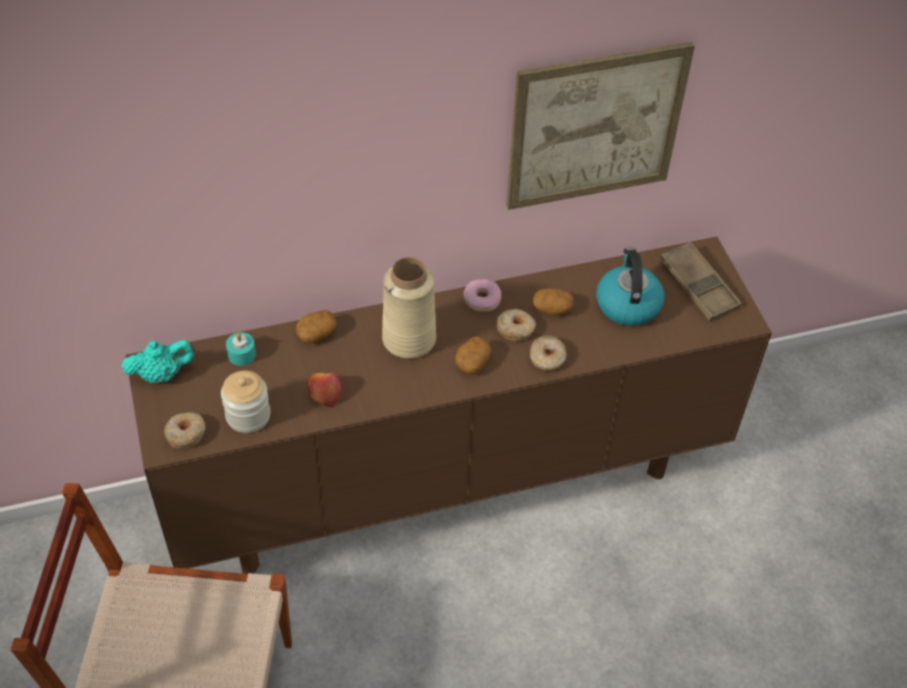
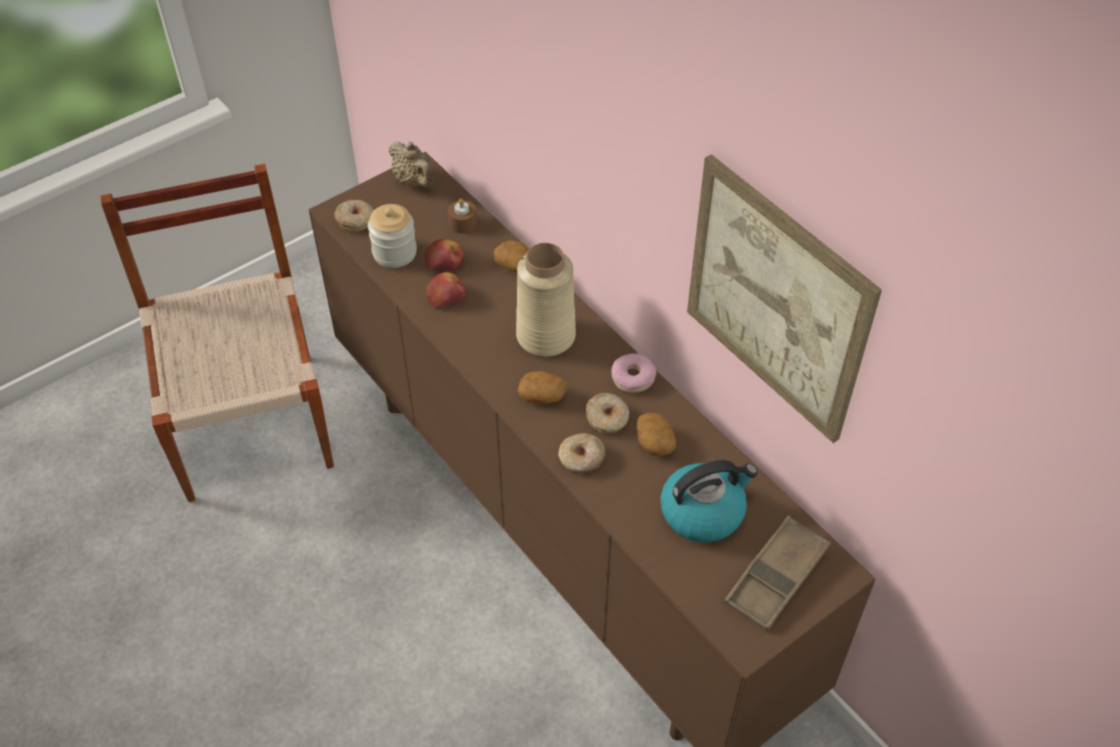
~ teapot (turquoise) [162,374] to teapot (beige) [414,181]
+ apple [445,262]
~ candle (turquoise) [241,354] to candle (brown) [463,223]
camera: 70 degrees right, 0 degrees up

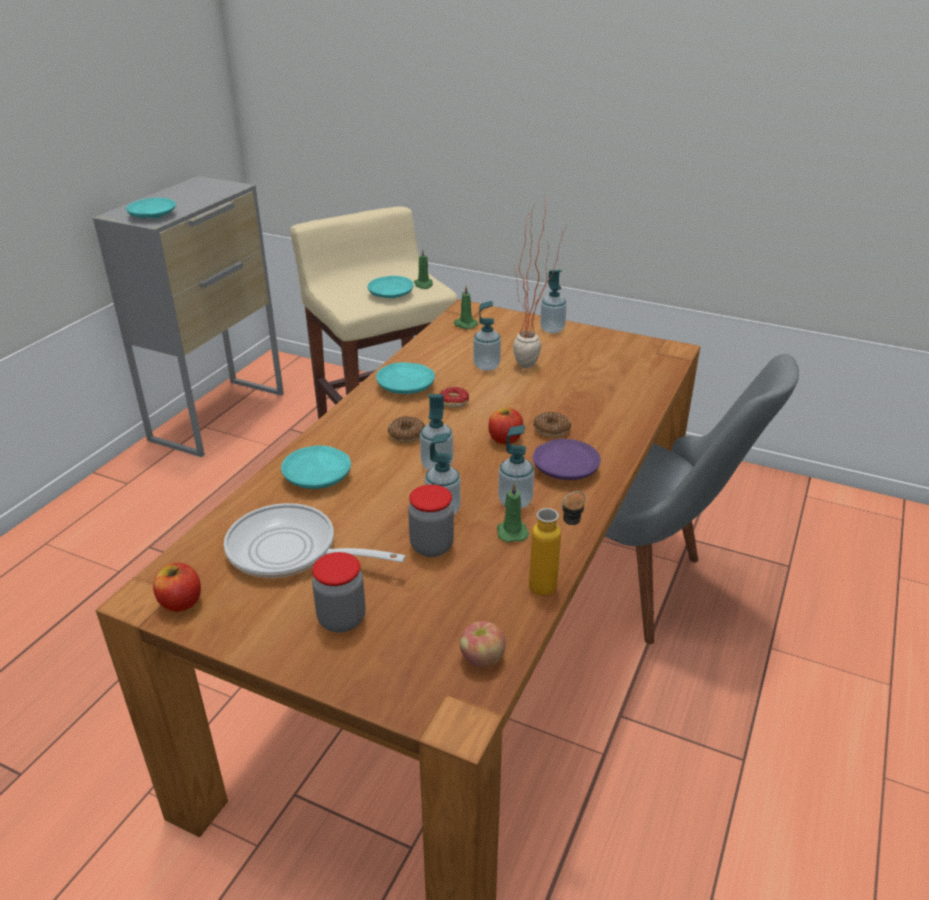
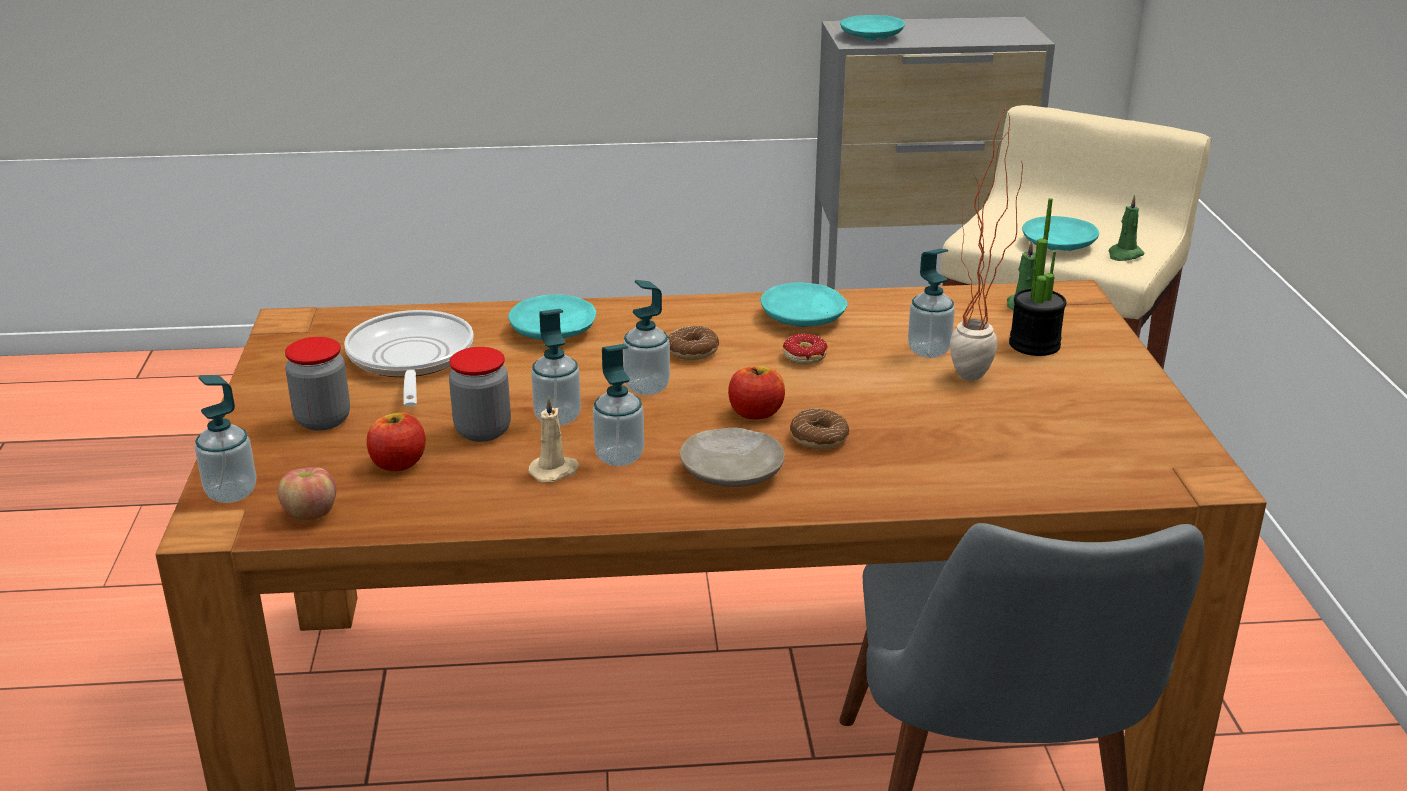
~ soap dispenser [552,329] to [231,493]
~ apple [181,602] to [398,463]
~ candle (green) [511,531] to candle (beige) [555,471]
~ plate (purple) [565,468] to plate (beige) [733,472]
+ potted plant [1034,345]
- bottle [553,585]
camera: 60 degrees right, 5 degrees down

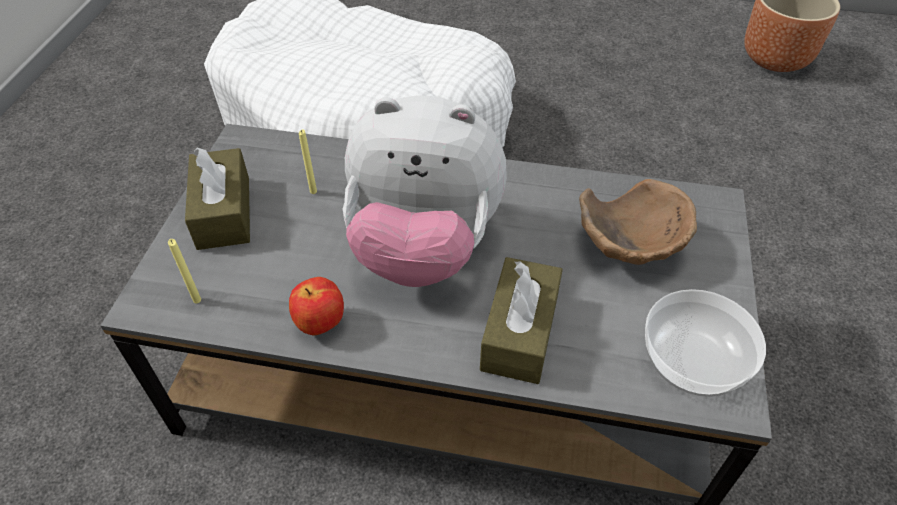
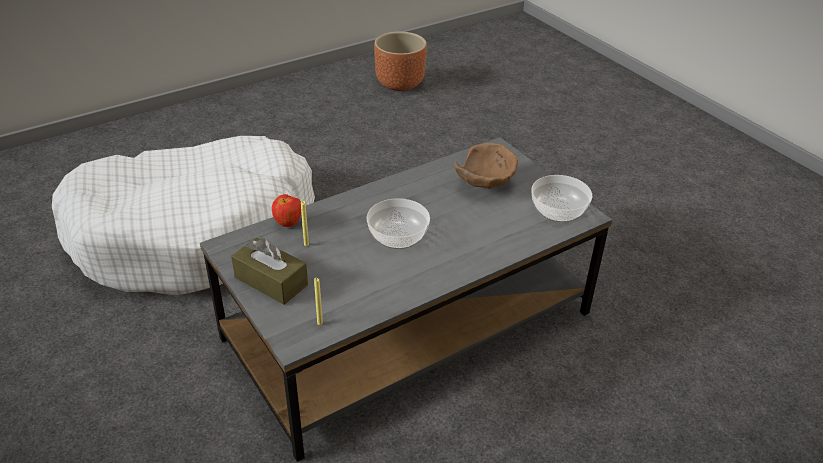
~ apple [321,324] to [288,224]
~ plush toy [423,248] to bowl [398,235]
- tissue box (brown) [520,332]
camera: 45 degrees left, 10 degrees down

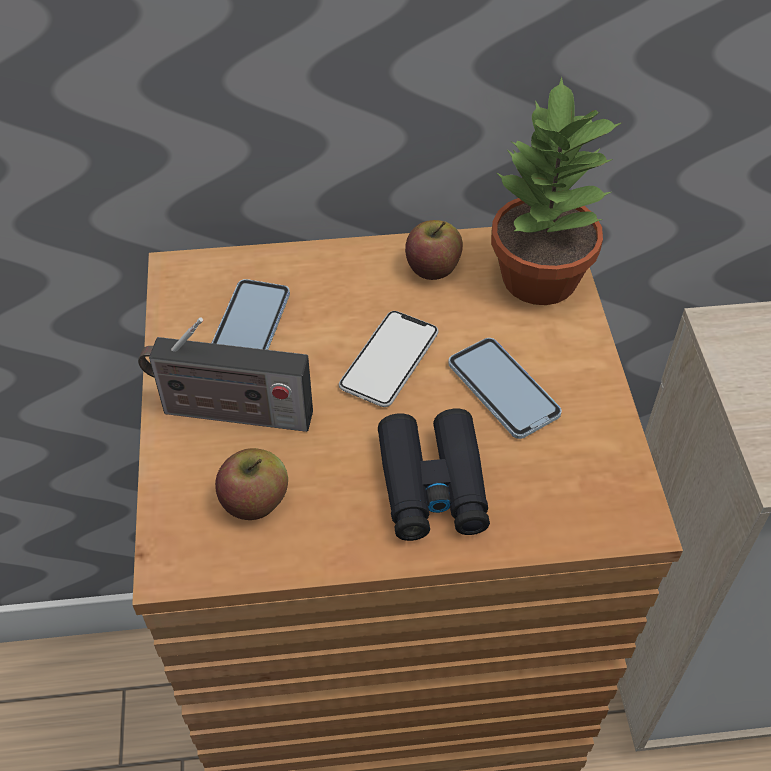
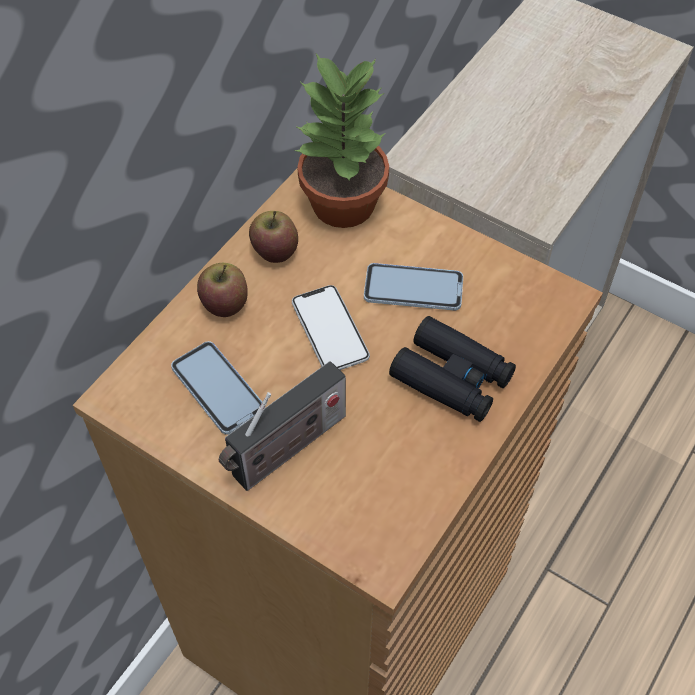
~ apple [255,500] to [225,303]
camera: 50 degrees left, 5 degrees up

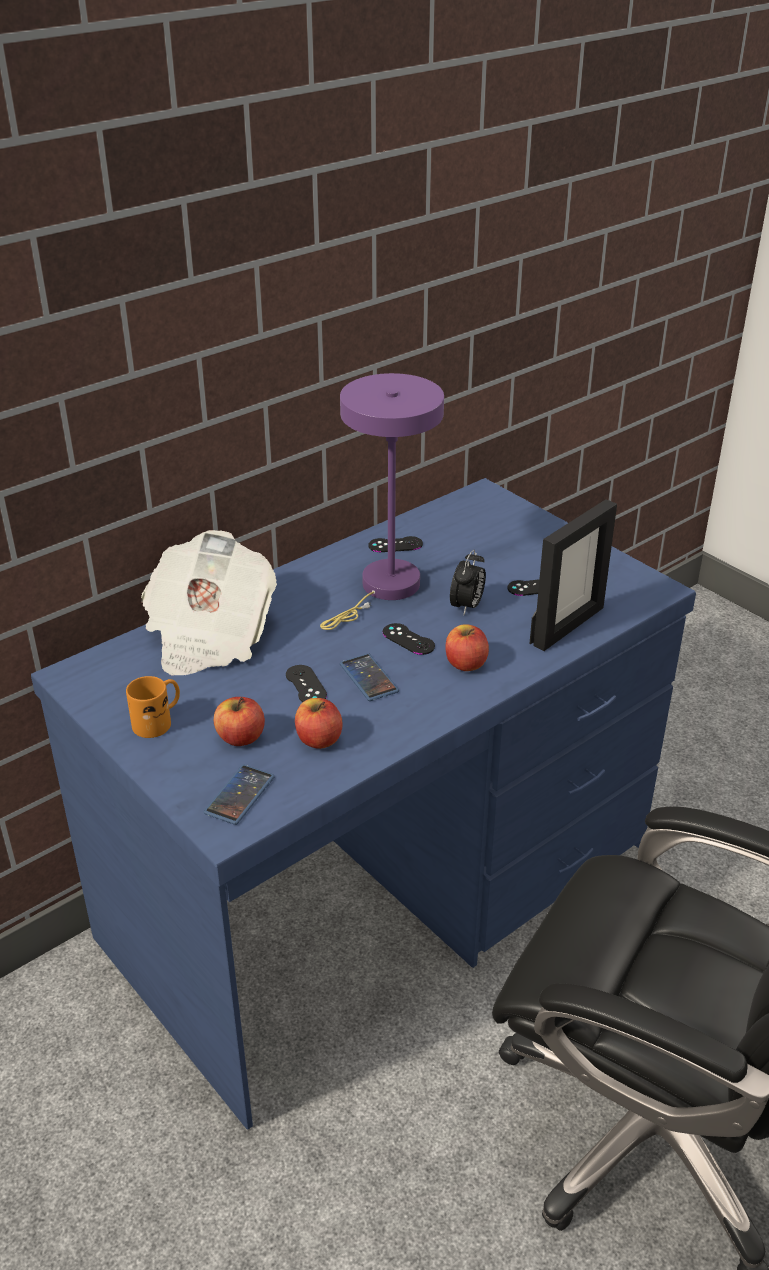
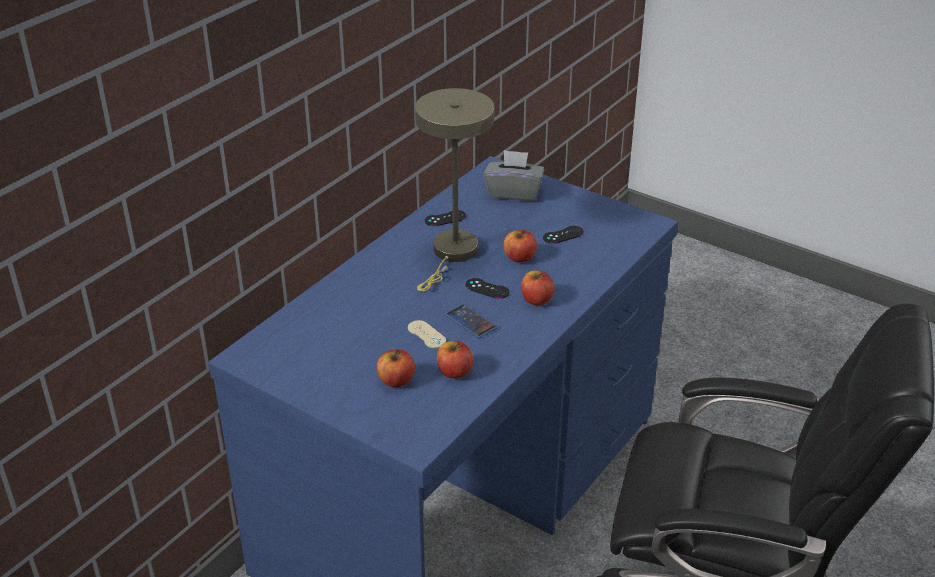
~ game controller (black) [306,685] to game controller (beige) [426,334]
~ table lamp (purple) [384,589] to table lamp (beige) [452,254]
+ tissue box (grey) [513,192]
~ alarm clock [467,606] to apple [519,257]
- mug (orange) [158,721]
- newspaper [208,635]
- phone [239,795]
- picture frame [567,625]
camera: 15 degrees left, 0 degrees up

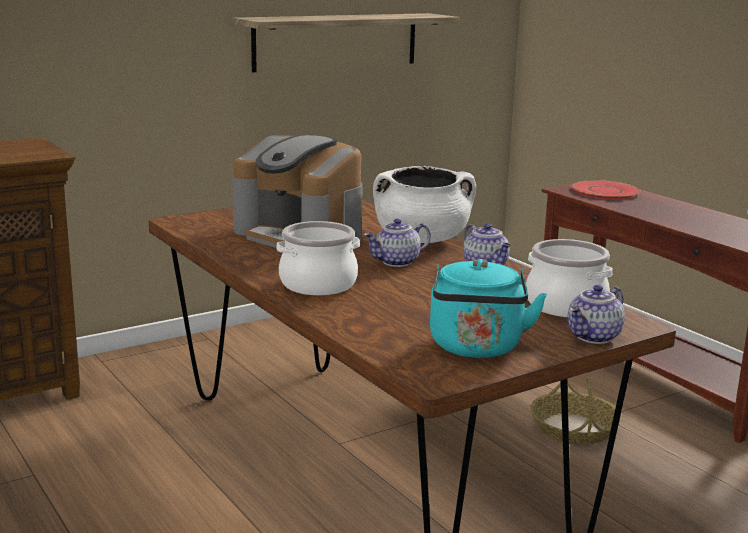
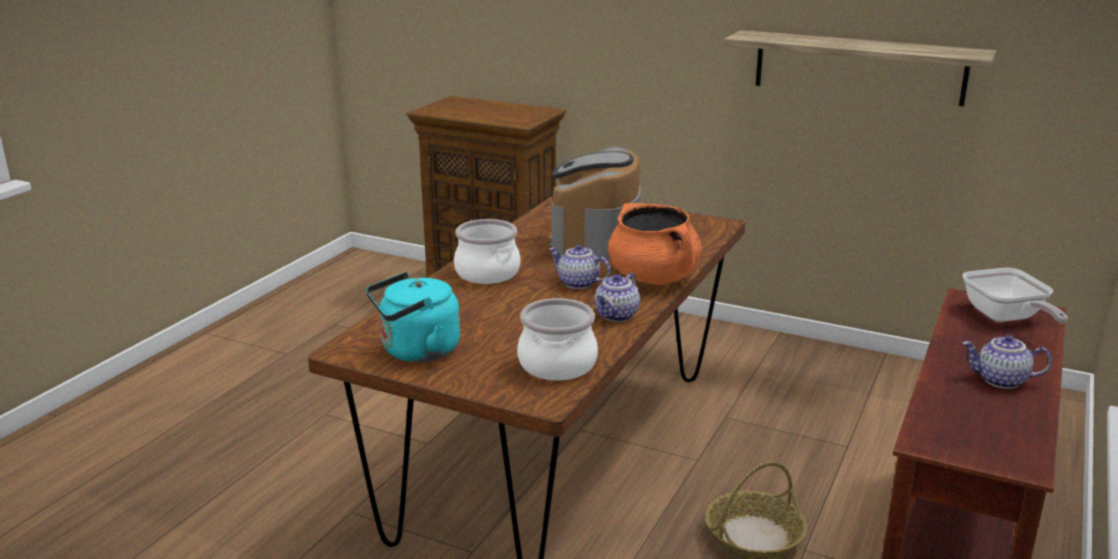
~ cooking pot (white) [422,240] to cooking pot (orange) [653,278]
~ teapot [594,337] to [1001,381]
~ plate (red) [605,191] to frying pan [1006,318]
camera: 60 degrees right, 5 degrees up

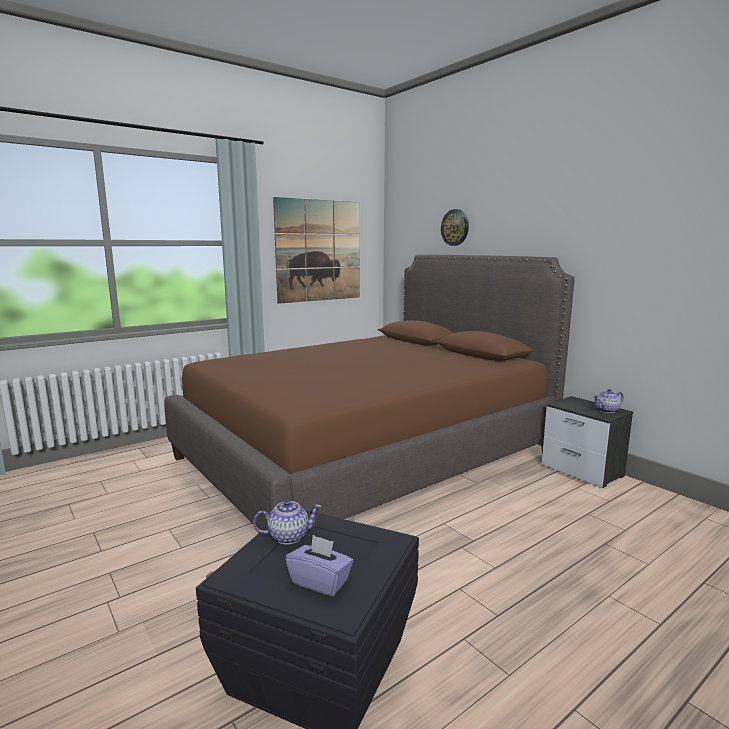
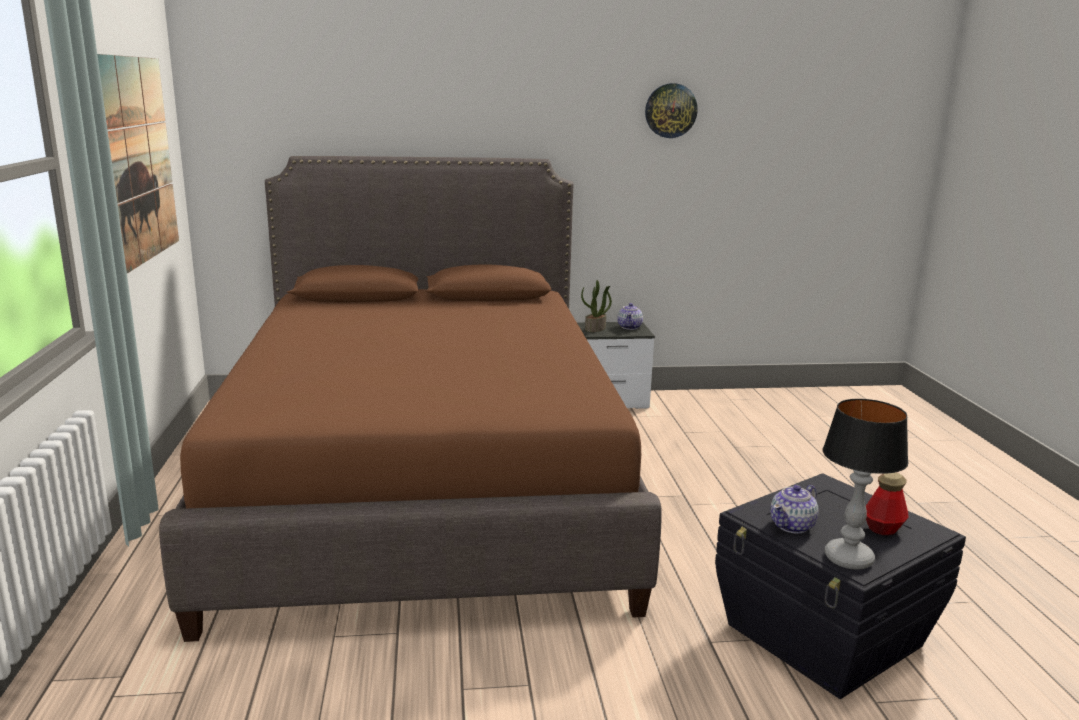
+ potted plant [595,329]
~ wall clock [455,227] to [670,110]
~ teapot [288,536] = [793,526] 150 degrees counterclockwise
+ table lamp [849,558]
~ tissue box (purple) [320,582] to bottle [883,528]
camera: 60 degrees left, 5 degrees up

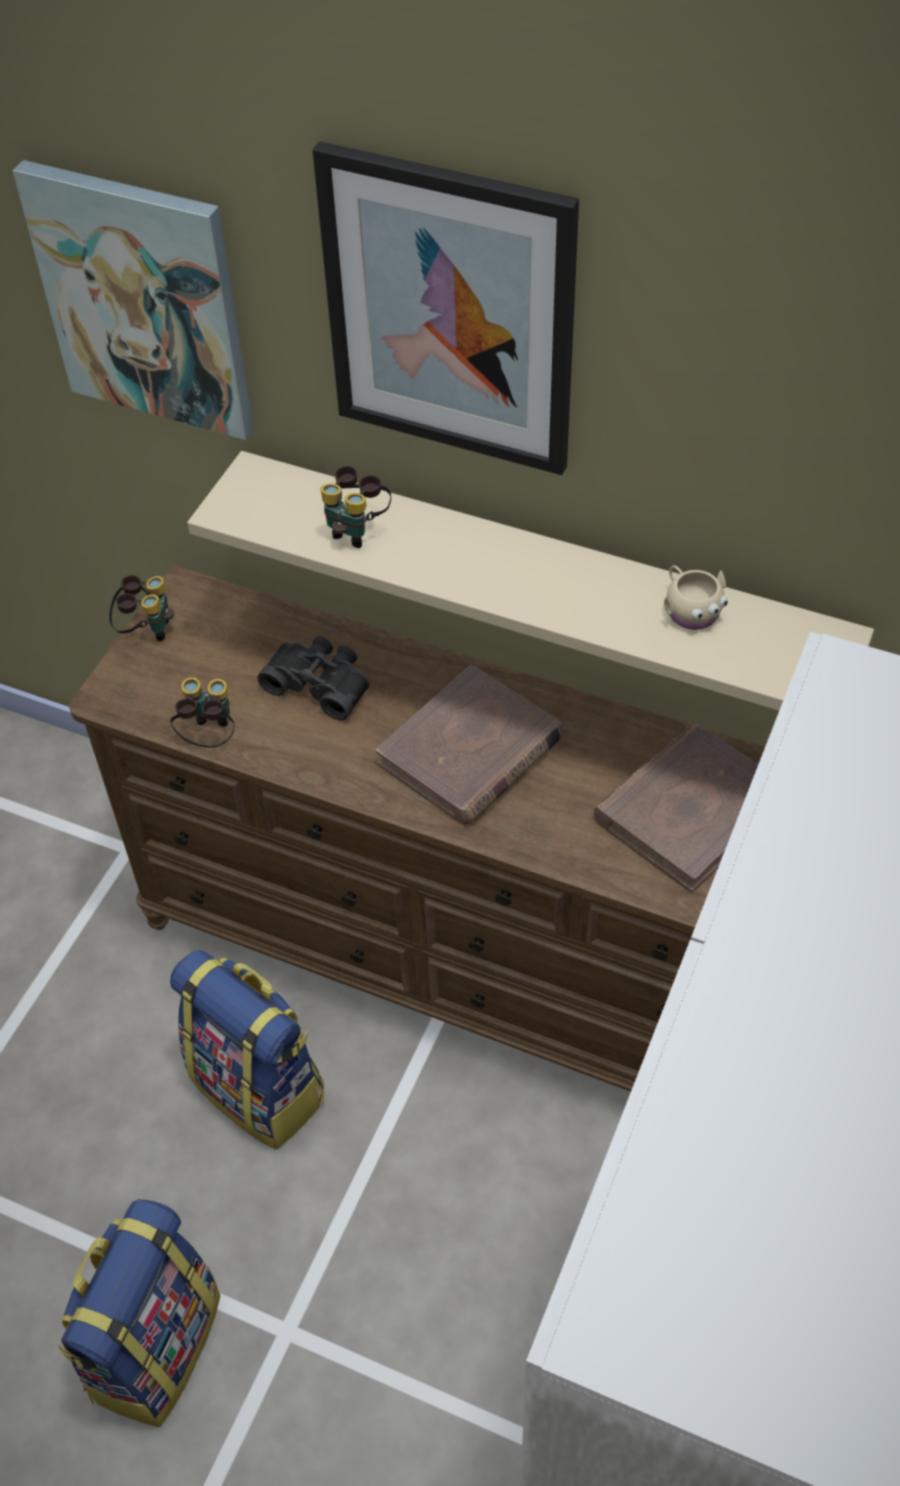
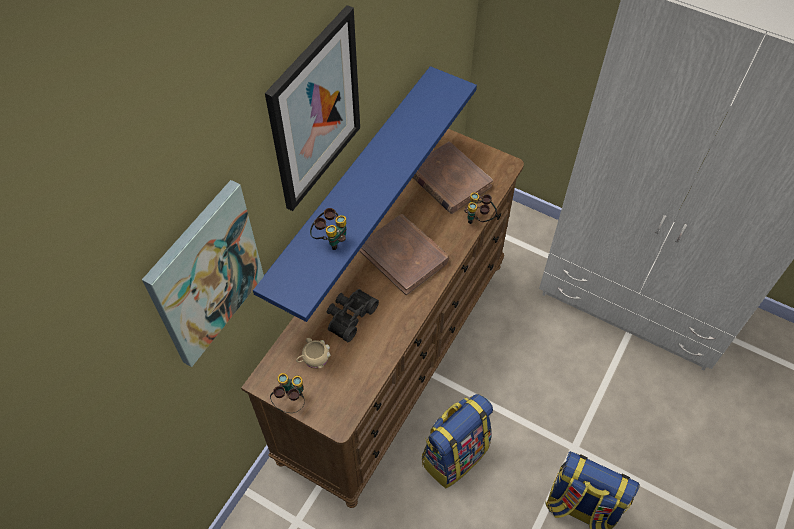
~ shelf (beige) [538,577] to shelf (blue) [351,185]
~ mug (beige) [690,609] to [314,359]
~ binoculars [209,737] to [479,219]
camera: 85 degrees left, 5 degrees up

